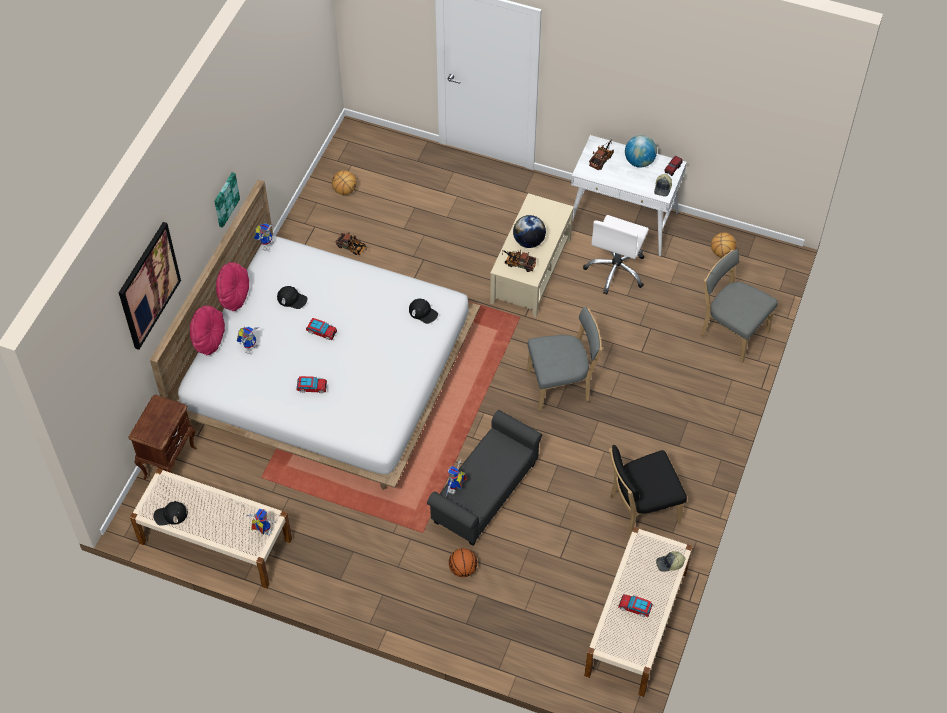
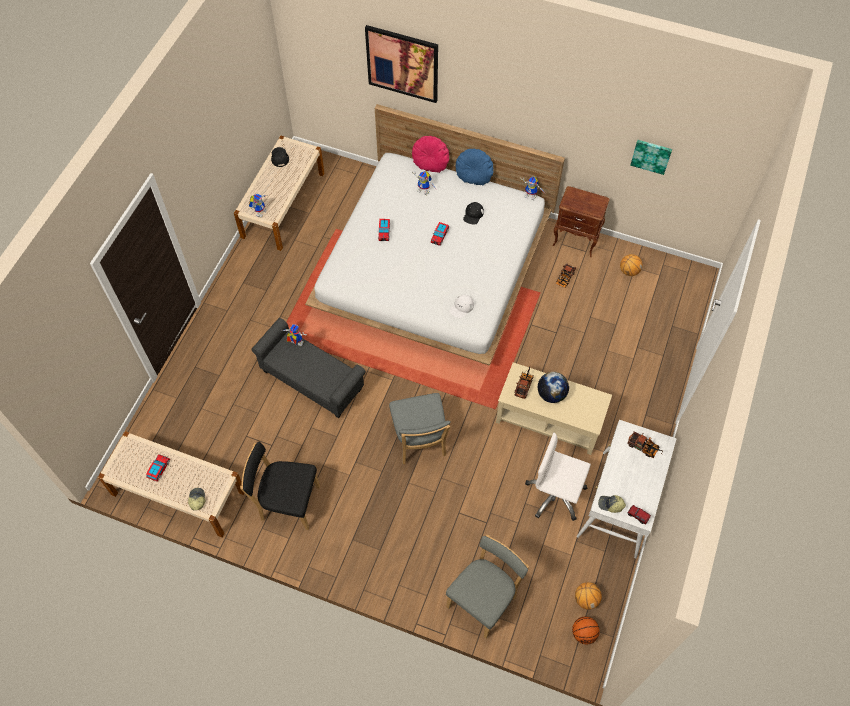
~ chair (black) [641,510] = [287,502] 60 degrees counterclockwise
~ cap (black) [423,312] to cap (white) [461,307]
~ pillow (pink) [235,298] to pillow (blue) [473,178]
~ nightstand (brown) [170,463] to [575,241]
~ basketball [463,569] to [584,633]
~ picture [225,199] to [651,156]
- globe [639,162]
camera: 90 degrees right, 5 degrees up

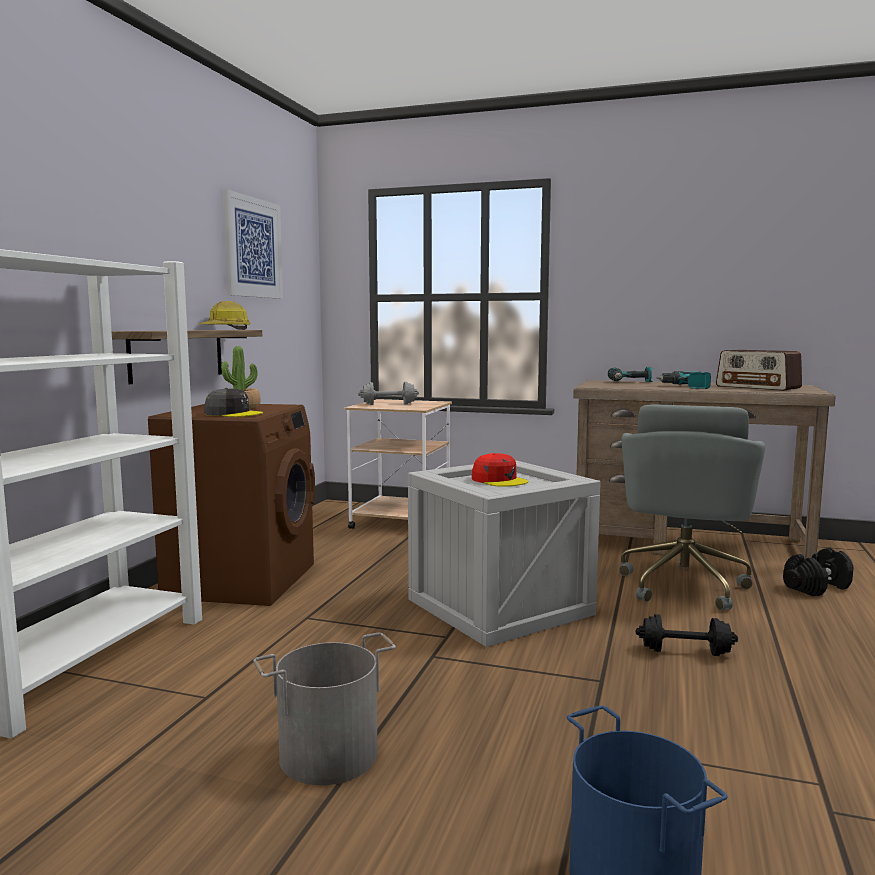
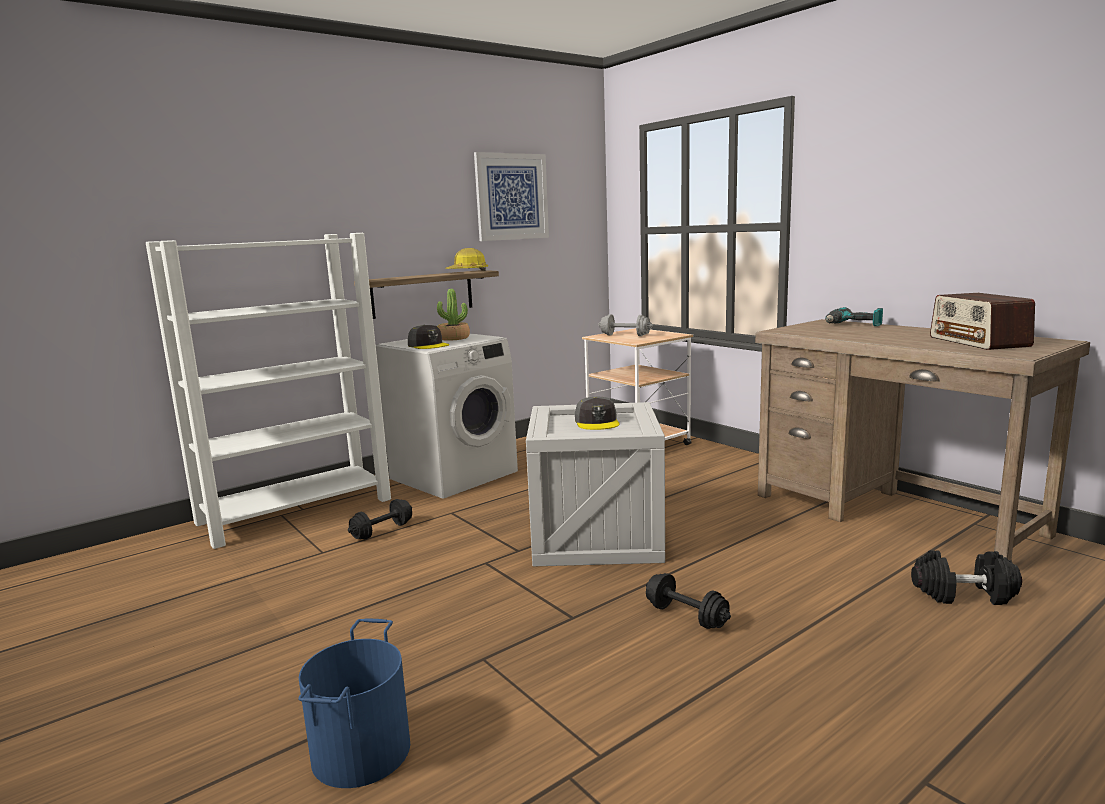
+ dumbbell (black) [382,531]
~ washing machine (brown) [244,580] to washing machine (white) [455,475]
~ cap (red) [499,480] to cap (grey) [597,422]
- bucket (grey) [328,754]
- office chair (grey) [683,585]
- power drill [686,387]
camera: 35 degrees right, 5 degrees up

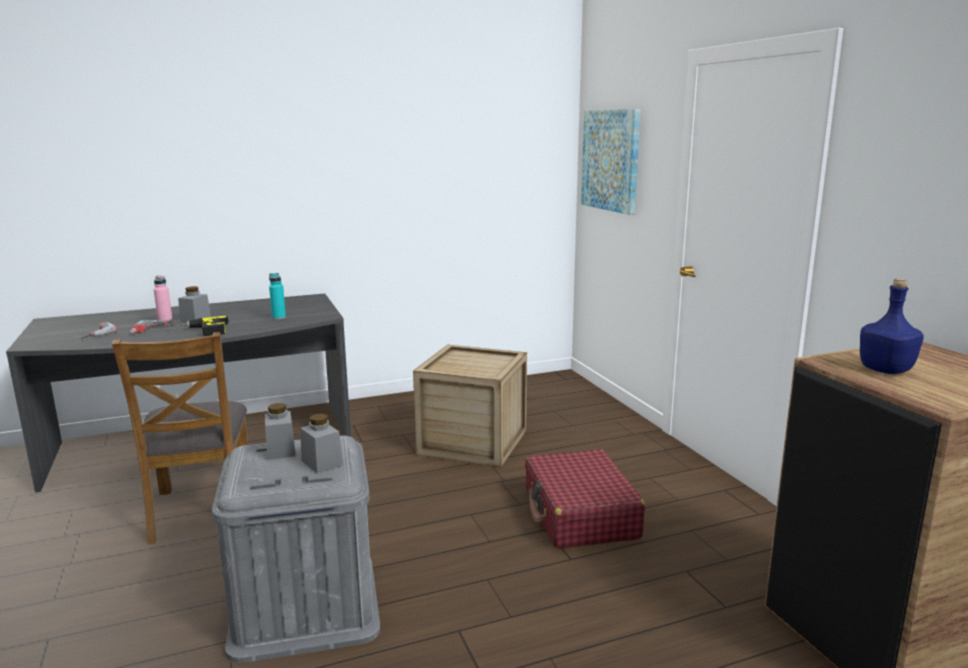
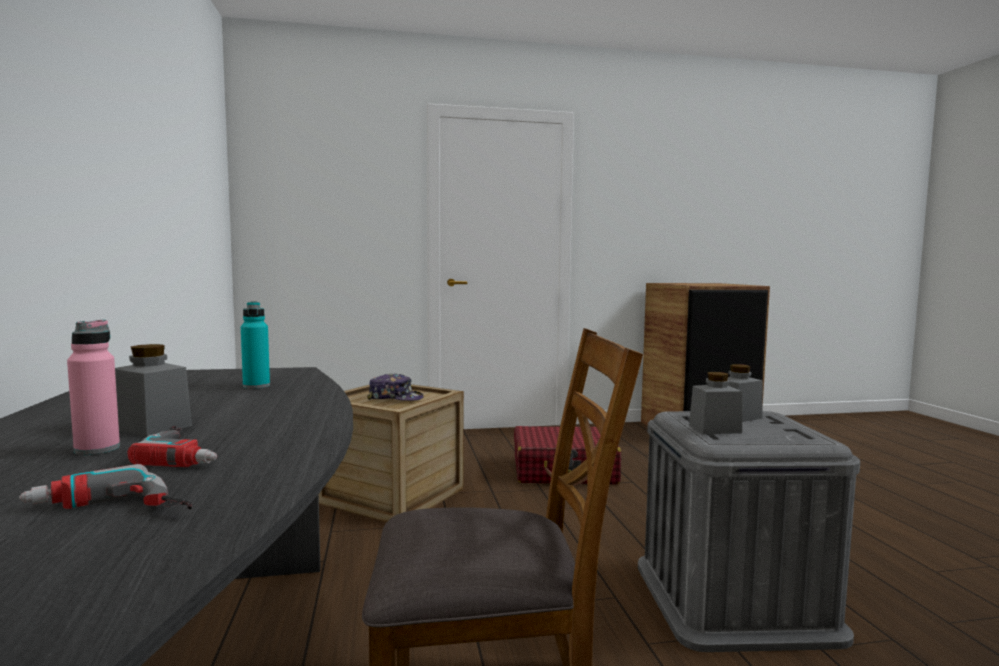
+ cap [395,398]
- power drill [199,332]
- picture [611,160]
- bottle (blue) [886,370]
camera: 80 degrees left, 10 degrees down

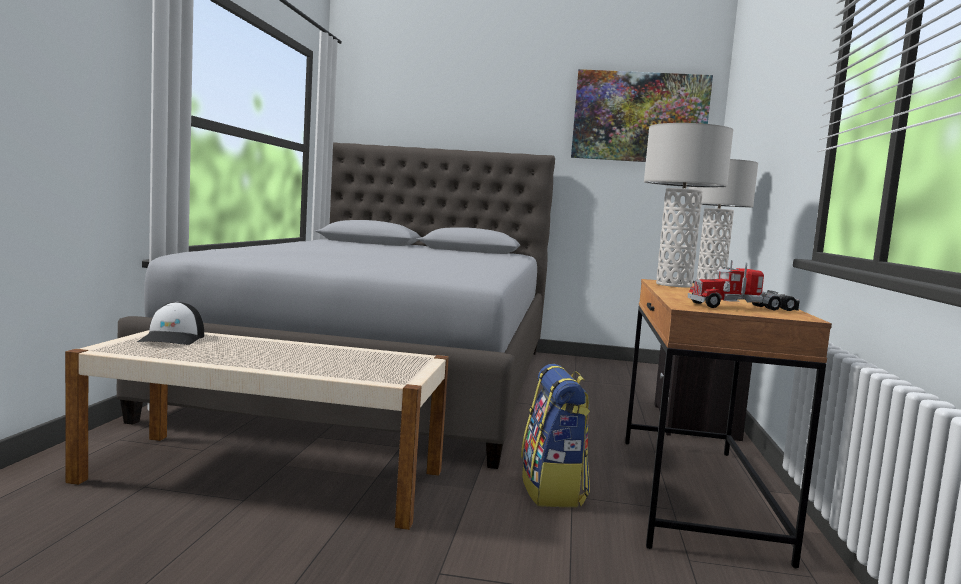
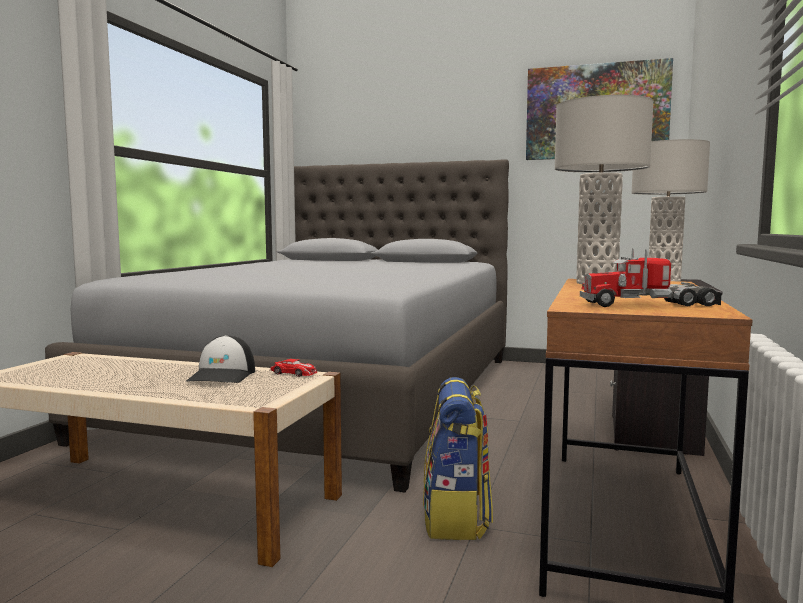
~ cap [173,338] to [223,375]
+ toy car [294,373]
camera: 10 degrees right, 0 degrees up

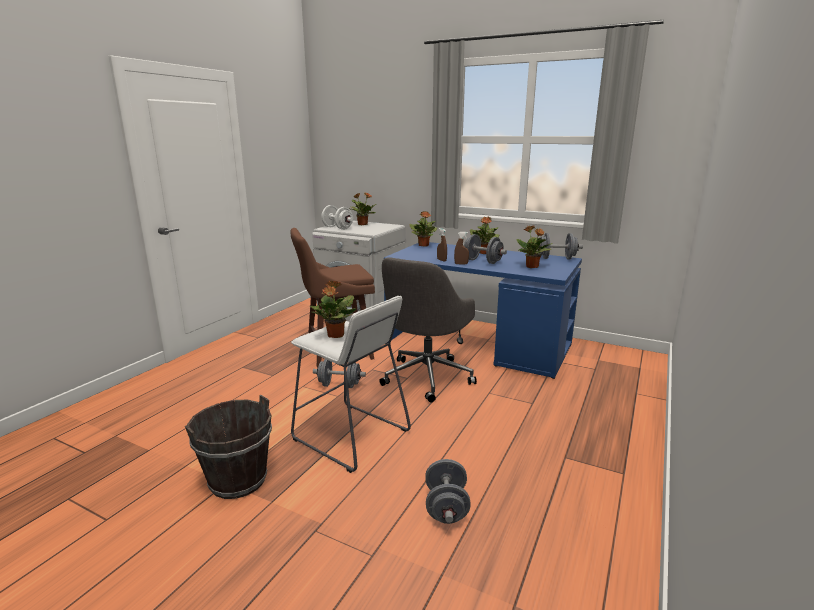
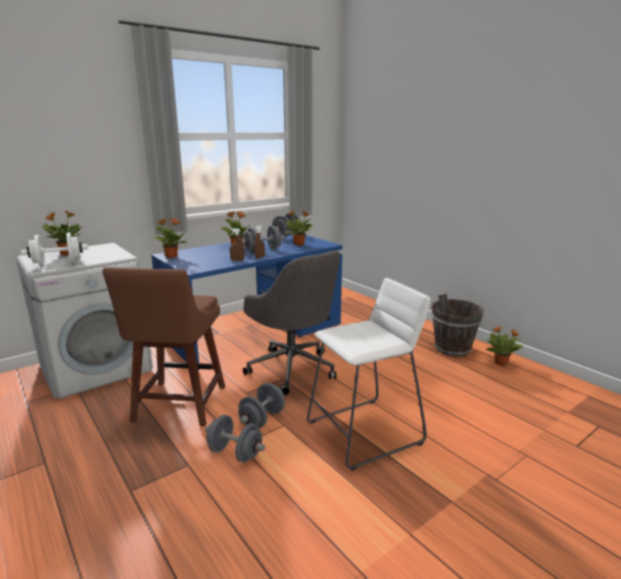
~ dumbbell (grey) [446,507] to [235,453]
~ bucket (brown) [238,480] to [452,348]
~ potted plant [335,335] to [501,363]
camera: 65 degrees left, 0 degrees up

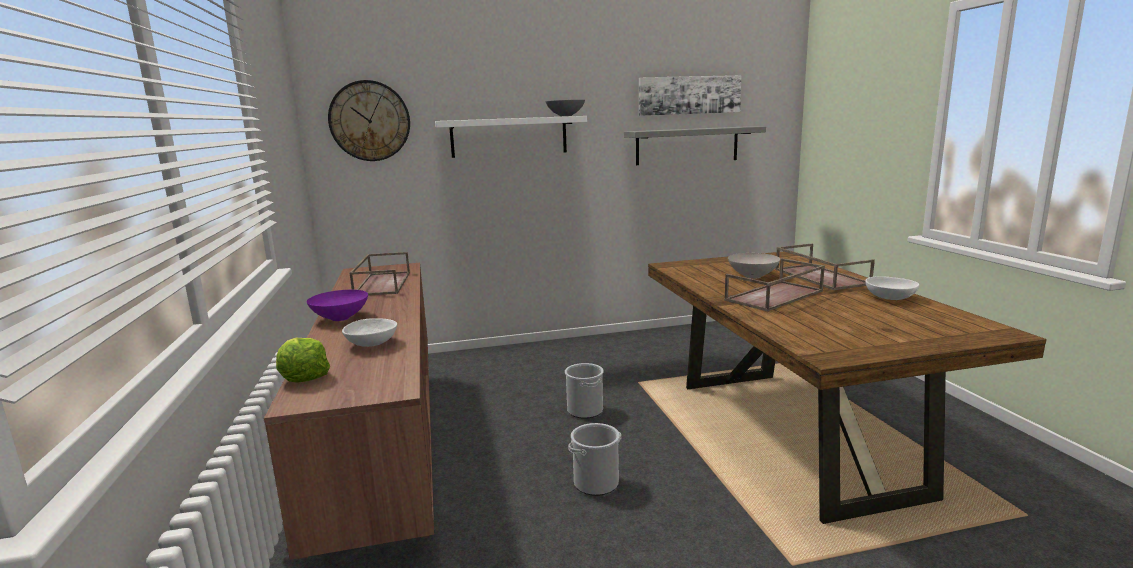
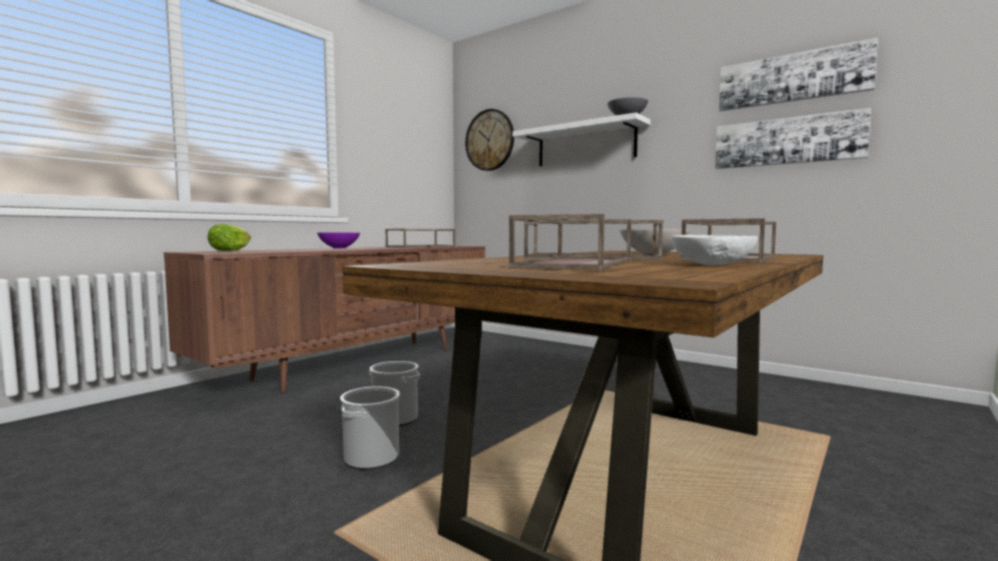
~ bucket [585,410] to [371,458]
+ tray (brown) [575,263]
~ shelf (grey) [687,145] to picture [787,141]
- bowl (white) [371,344]
camera: 50 degrees right, 10 degrees down

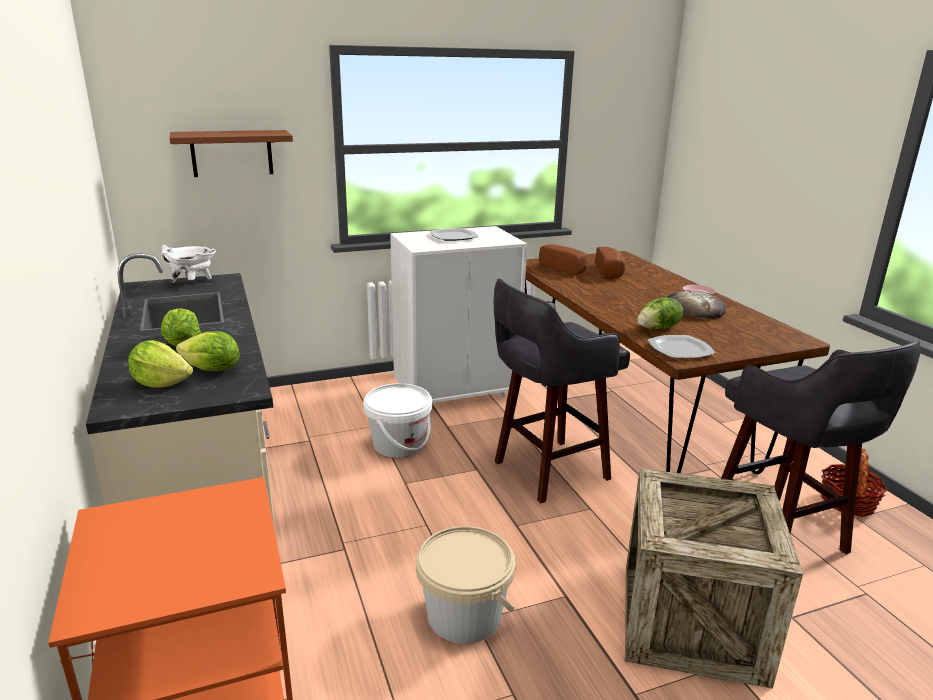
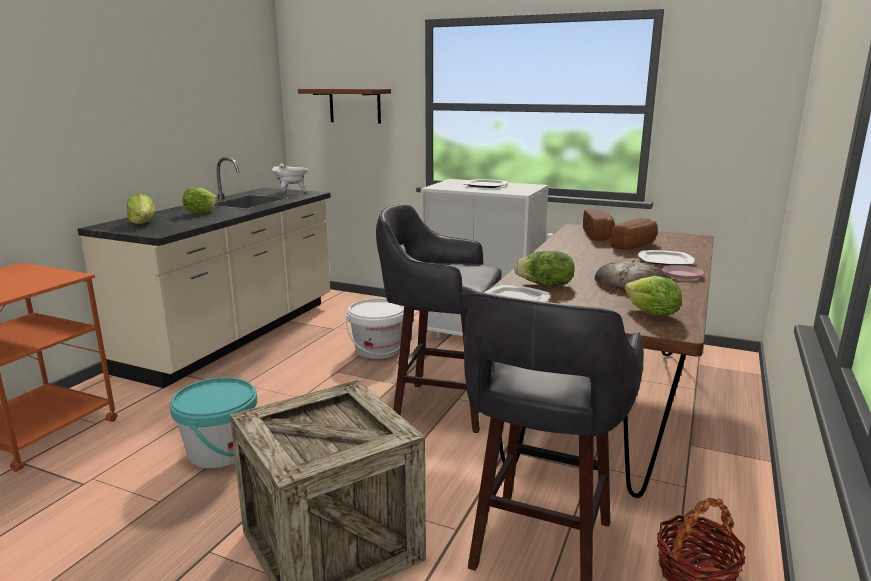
~ bucket (beige) [464,615] to bucket (turquoise) [220,451]
~ lettuce [212,370] to [651,314]
+ plate [664,260]
camera: 45 degrees right, 5 degrees down

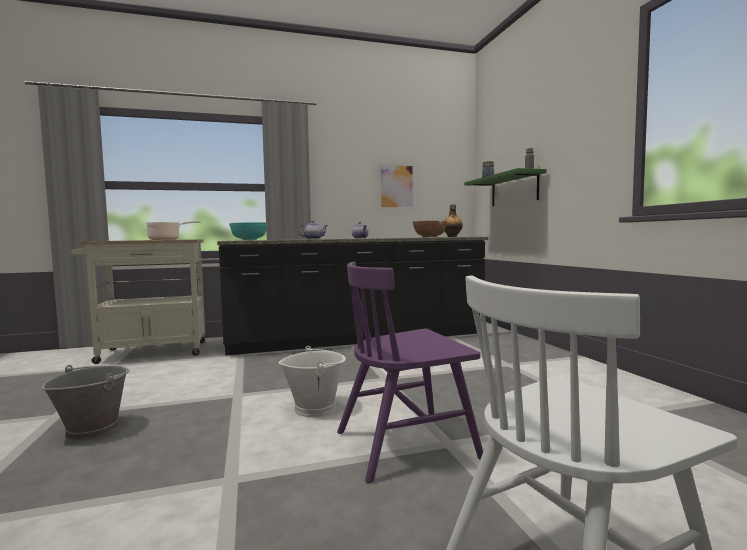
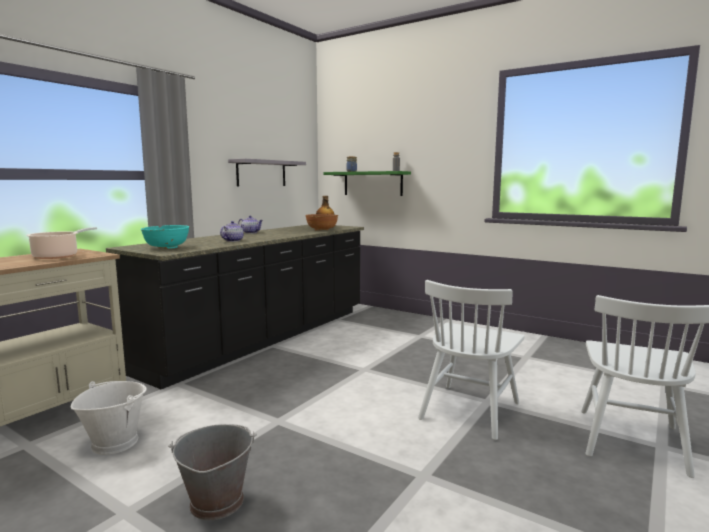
~ bucket (white) [315,408] to [115,442]
~ picture [396,186] to shelf (grey) [261,173]
~ chair (purple) [406,444] to chair (white) [469,410]
camera: 40 degrees left, 5 degrees up

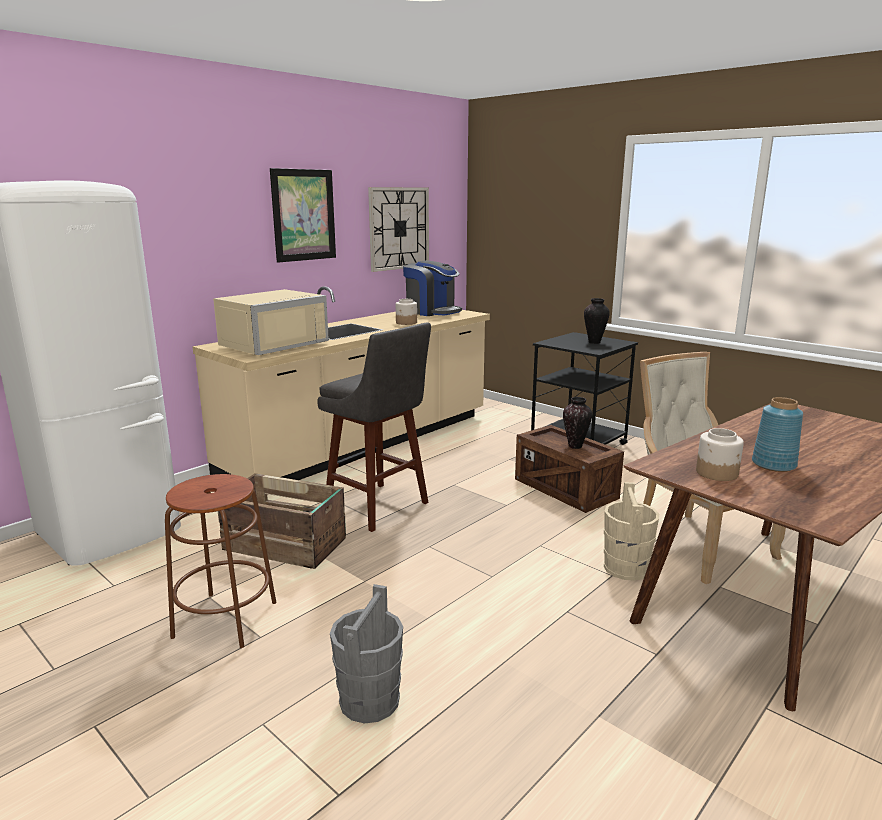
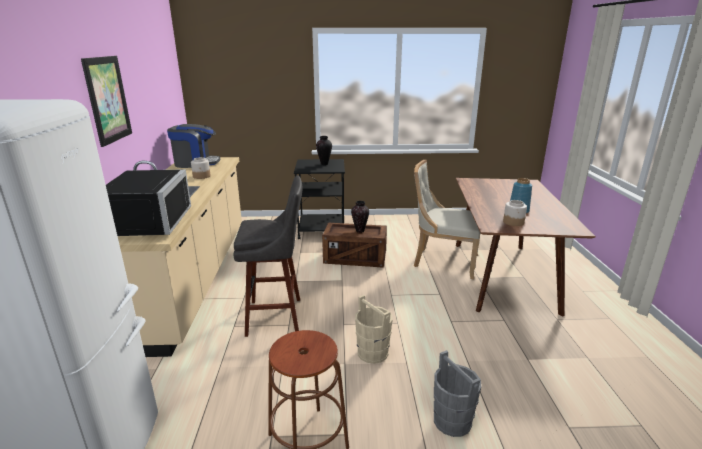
~ microwave (beige) [270,345] to microwave (black) [144,222]
~ bucket (beige) [626,568] to [372,352]
- crate [286,545]
- wall clock [399,228]
camera: 45 degrees left, 5 degrees up

